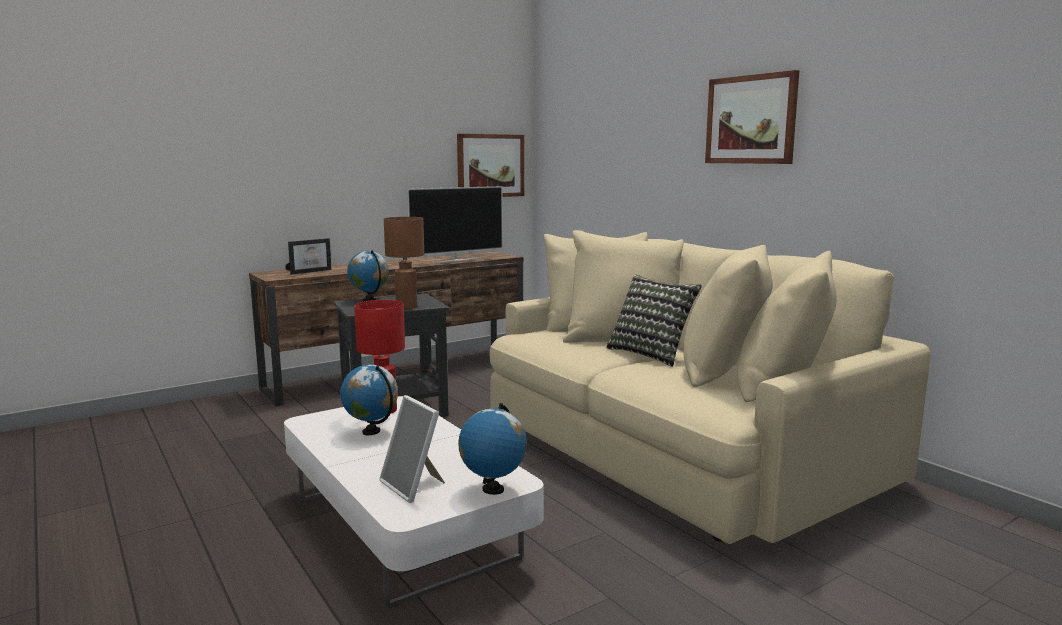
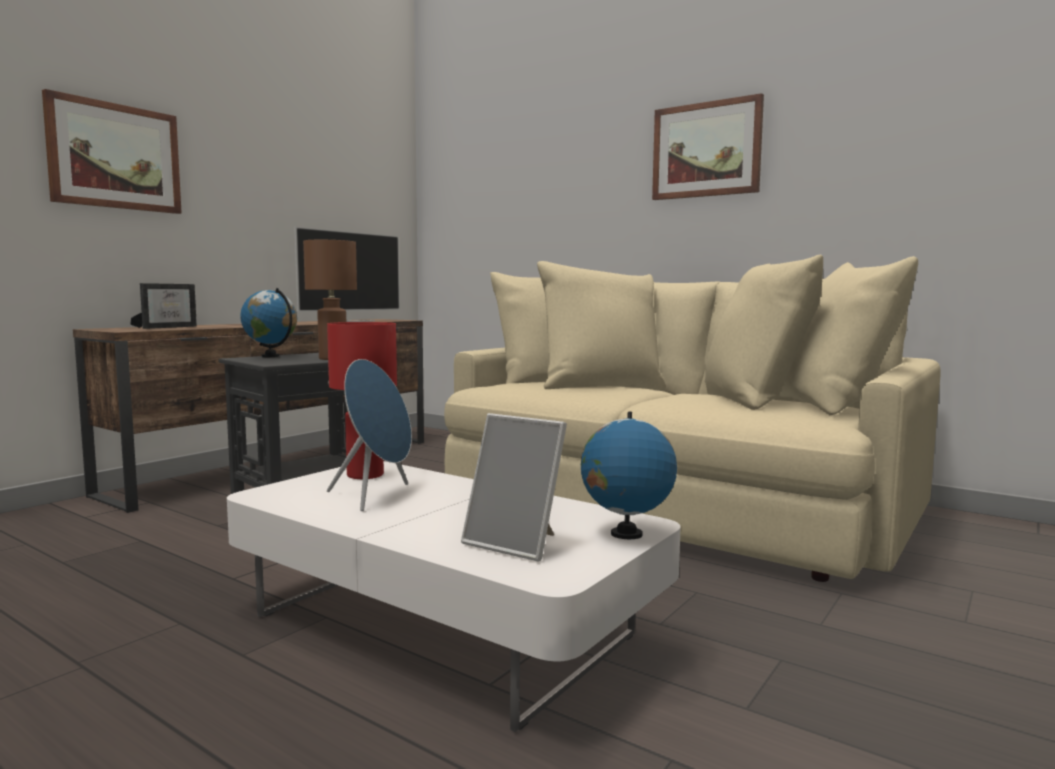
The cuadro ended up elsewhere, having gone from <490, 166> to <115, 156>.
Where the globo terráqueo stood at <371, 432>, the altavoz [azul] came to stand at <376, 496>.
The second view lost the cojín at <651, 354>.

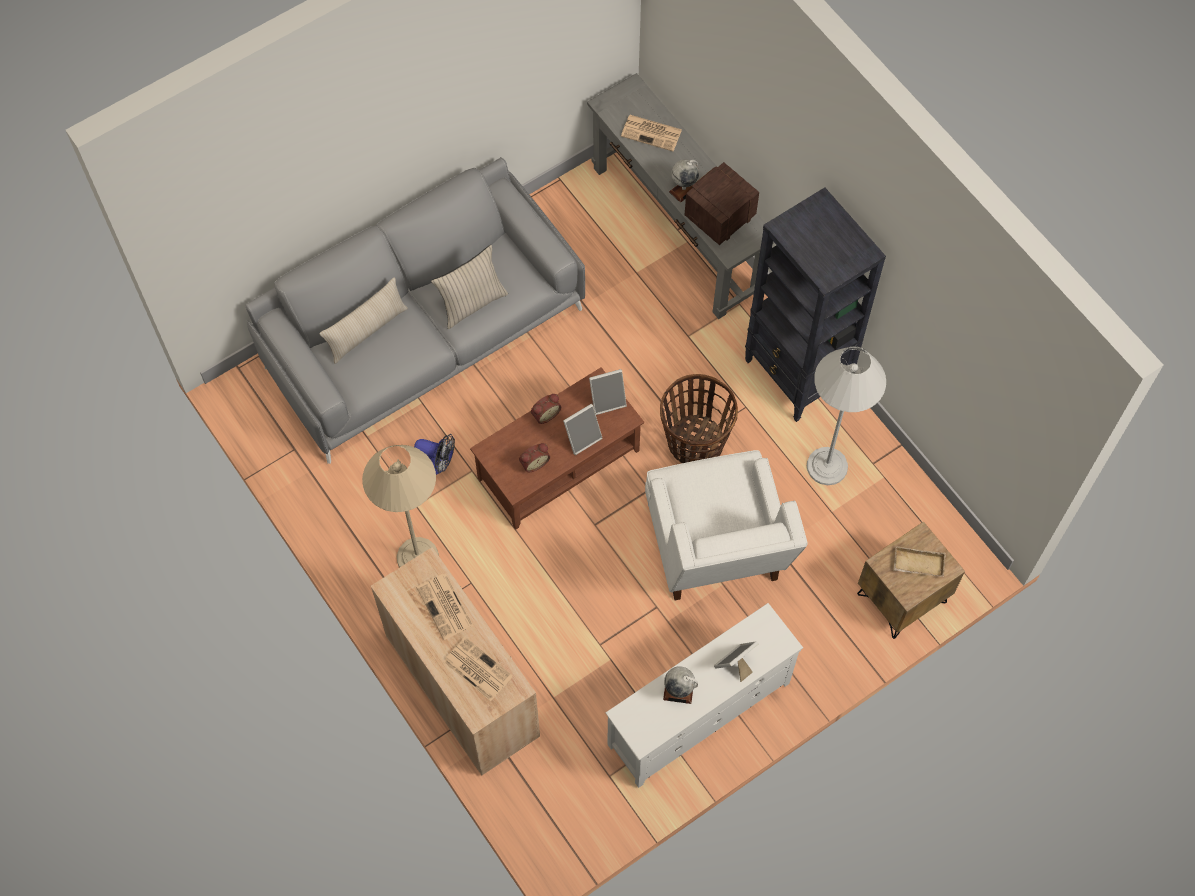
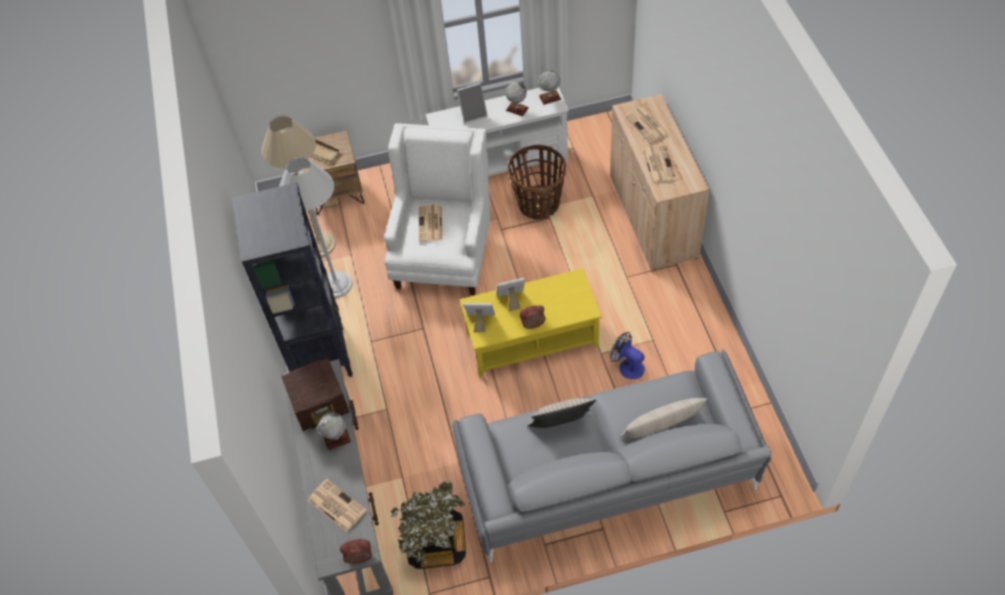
The lámpara de pie [beis] ended up elsewhere, having gone from <417, 557> to <320, 245>.
The despertador ended up elsewhere, having gone from <534, 462> to <359, 558>.
The second view gained the planta en maceta at <436, 542>.
The second view gained the periódico at <430, 224>.
What was the mesa de centro [marrón] at <558, 463> turned into the mesa de centro [amarillo] at <532, 340>.
The cesta ended up elsewhere, having gone from <695, 441> to <538, 203>.
The second view gained the globo terráqueo at <550, 97>.

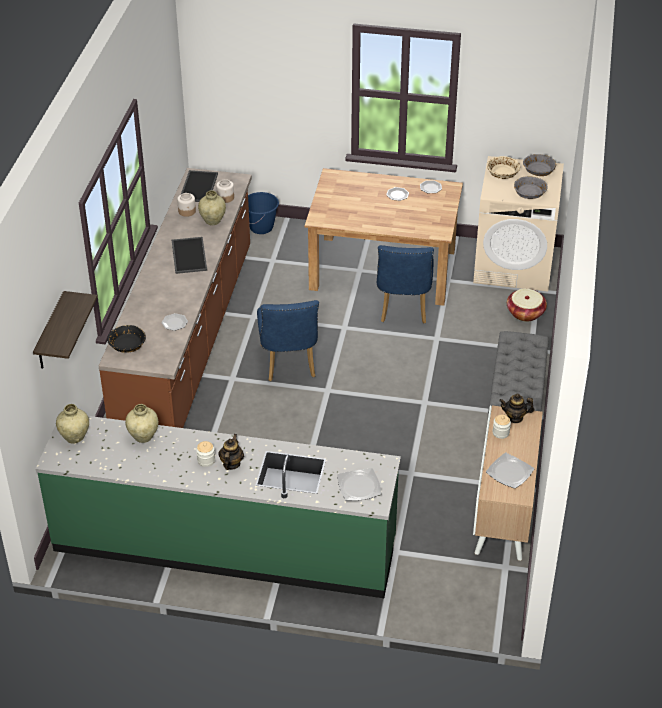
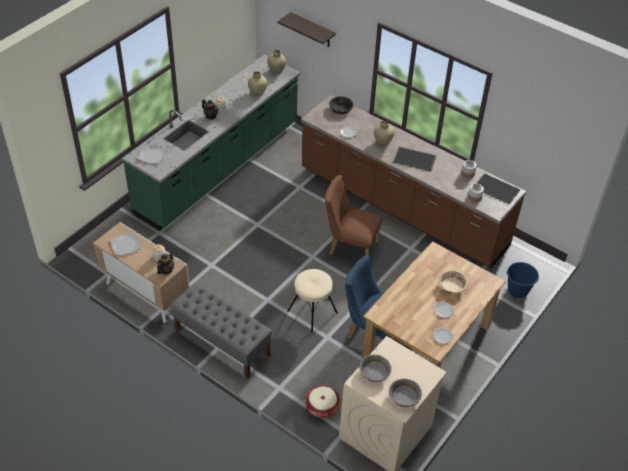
The second view gained the taburete [beis] at <312, 311>.
What was the silla [azul] at <289, 365> turned into the silla [marrón] at <349, 247>.
The florero [beis] ended up elsewhere, having gone from <213, 221> to <383, 142>.
The cuenco [beis] ended up elsewhere, having gone from <503, 173> to <451, 286>.

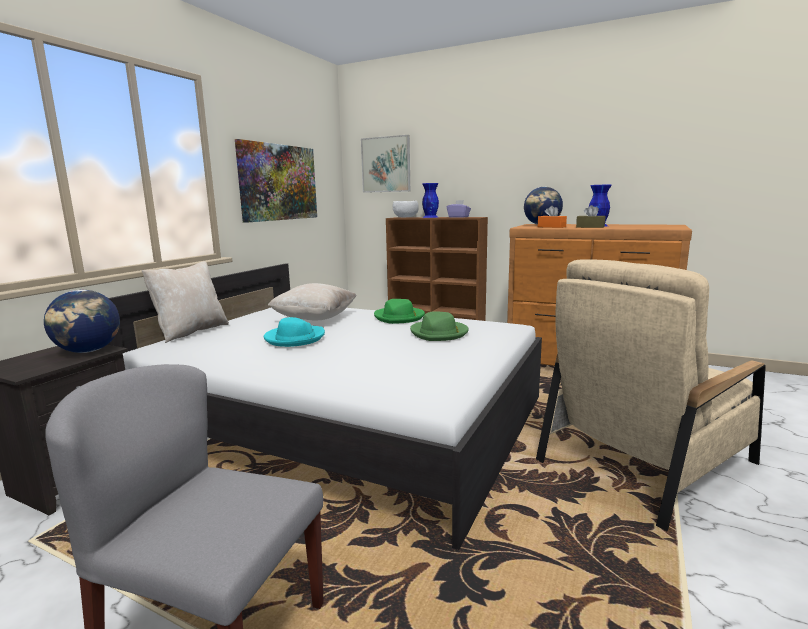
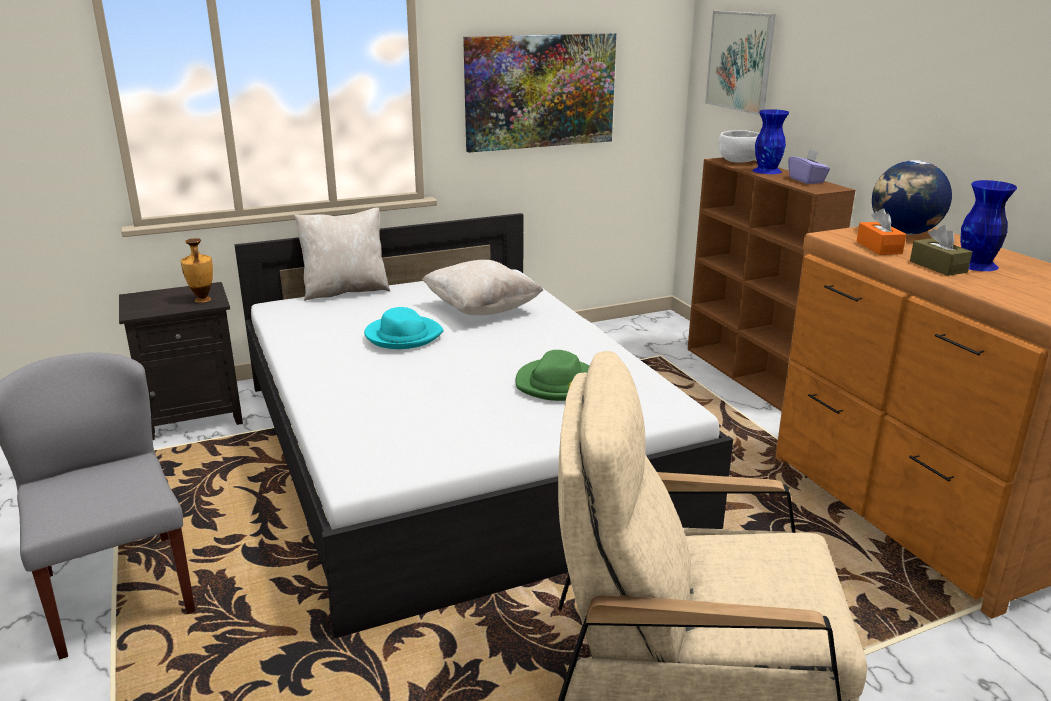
Where the globo terráqueo stood at <88, 351>, the florero came to stand at <202, 300>.
The second view lost the sombrero [verde] at <399, 317>.

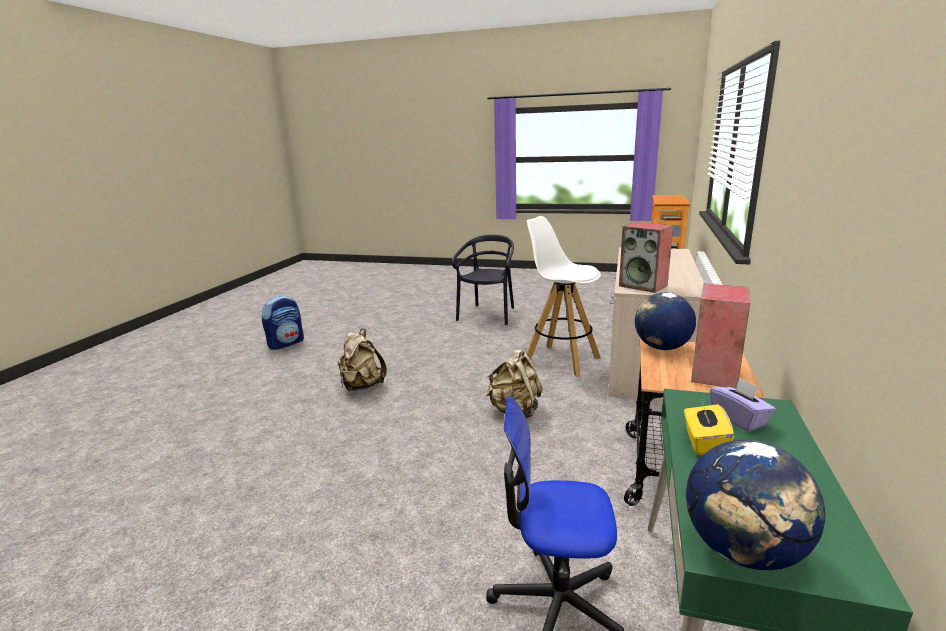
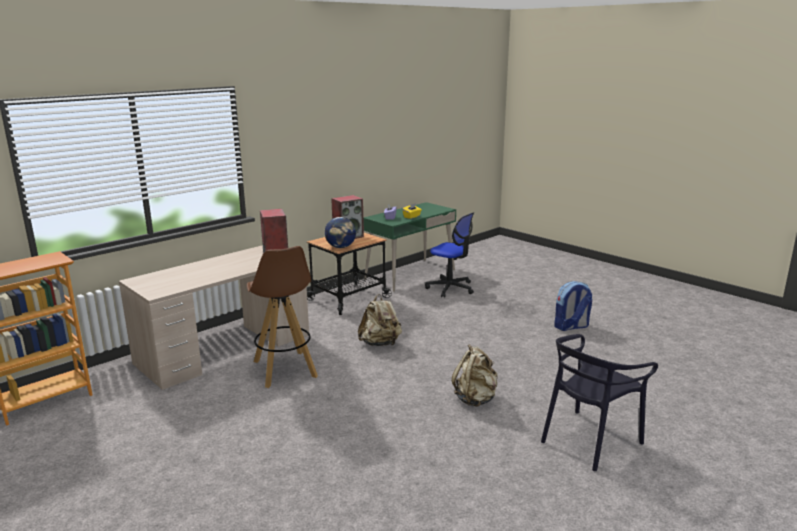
What was the taburete [blanco] at <561, 359> turned into the taburete [marrón] at <285, 369>.
The silla [negro] ended up elsewhere, having gone from <488, 315> to <589, 440>.
The mochila ended up elsewhere, having gone from <286, 343> to <571, 327>.
The second view lost the globo terráqueo at <743, 551>.

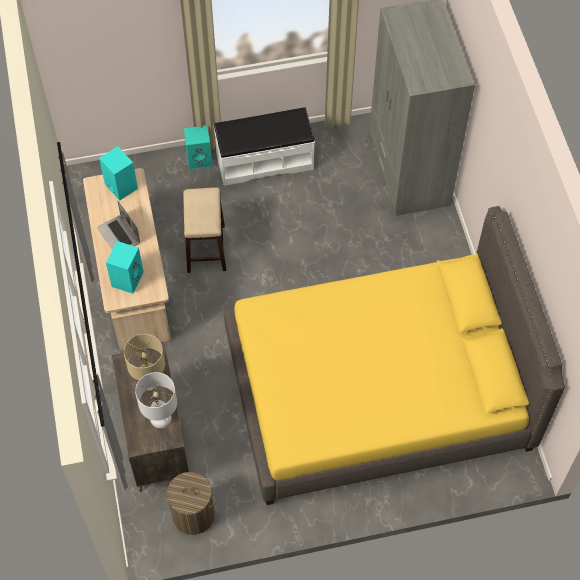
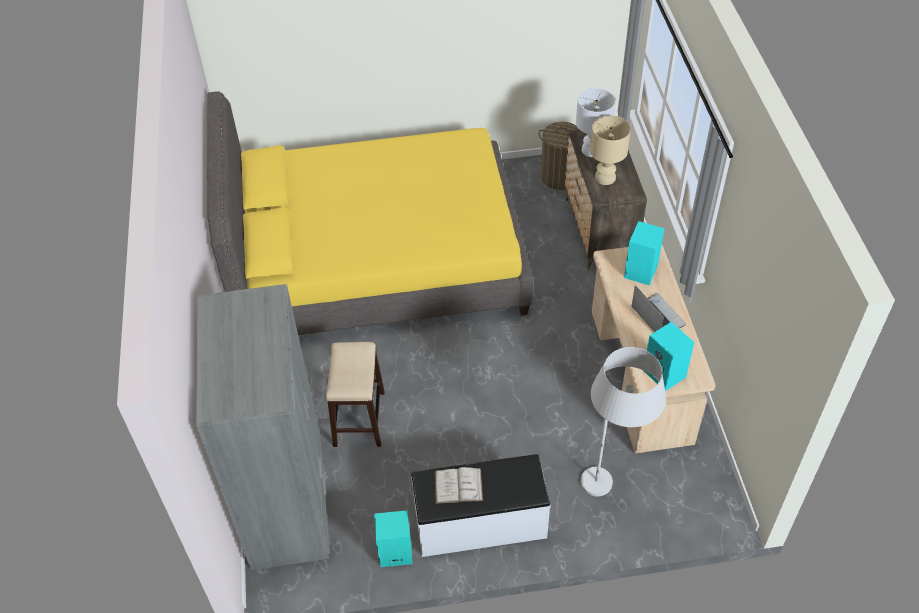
The taburete ended up elsewhere, having gone from <206, 249> to <359, 418>.
The altavoz [turquesa] ended up elsewhere, having gone from <200, 159> to <394, 553>.
The second view gained the libro [blanco] at <458, 486>.
The second view gained the lámpara de pie [blanco] at <611, 492>.

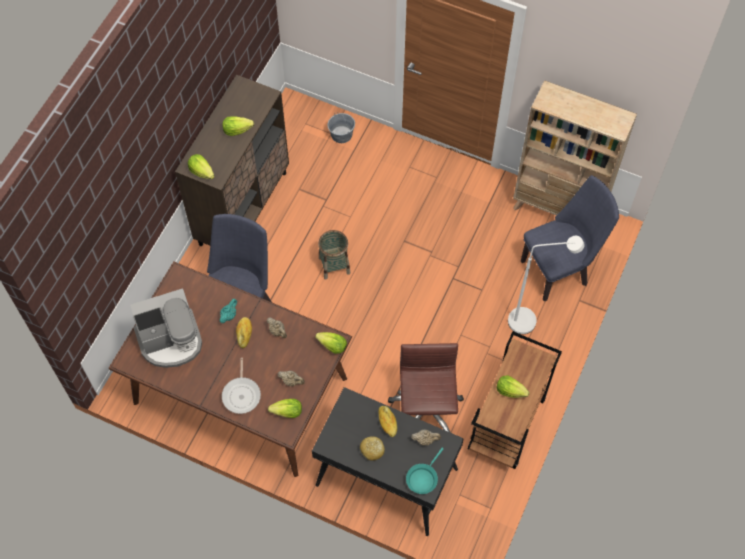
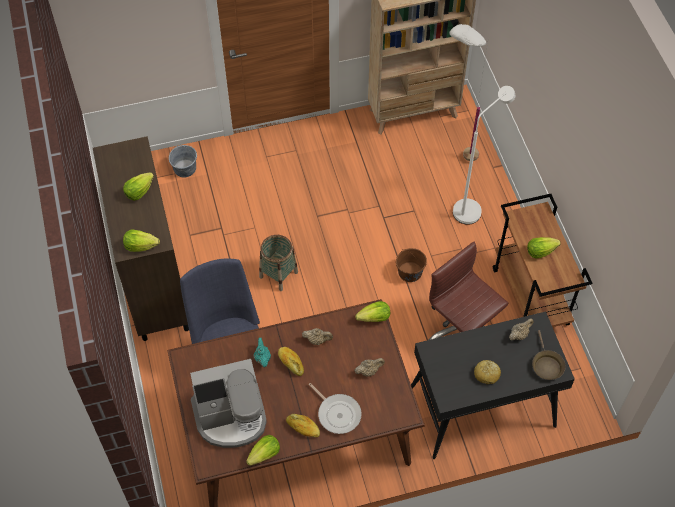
The cafetera at <171, 340> ended up facing another way, 45 degrees clockwise from before.
The lechuga ended up elsewhere, having gone from <287, 412> to <264, 454>.
The pan ended up elsewhere, having gone from <387, 422> to <303, 428>.
The second view gained the cubo [marrón] at <410, 272>.
Where the silla [azul] stood at <559, 270>, the lámpara de pie [blanco] came to stand at <456, 155>.
What was the sartén [turquesa] at <423, 478> turned into the sartén [marrón] at <546, 365>.

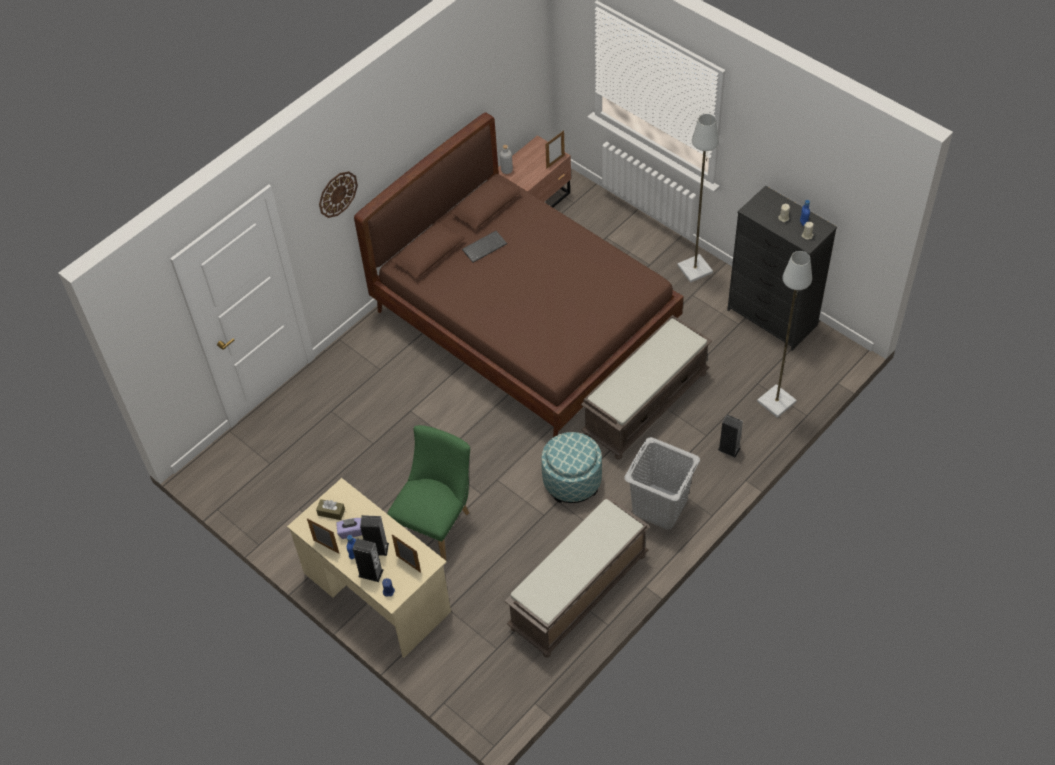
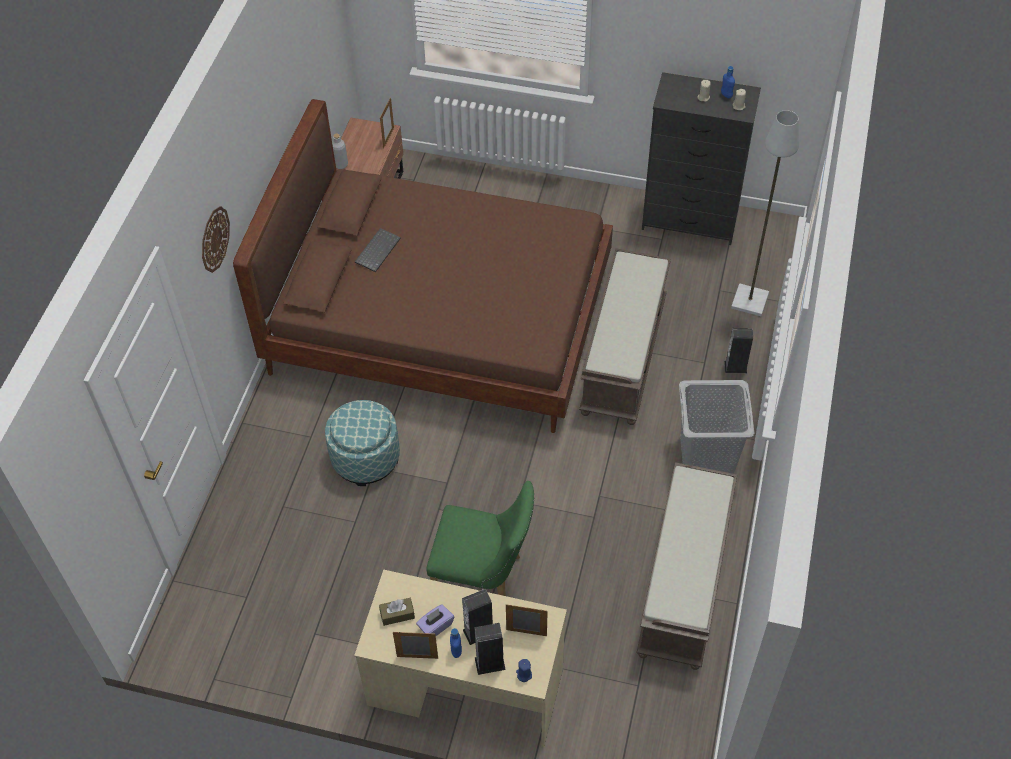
The puf ended up elsewhere, having gone from <572, 481> to <365, 458>.
The silla [verde] at <437, 523> ended up facing another way, 105 degrees clockwise from before.
The second view lost the lámpara de pie [gris] at <695, 268>.

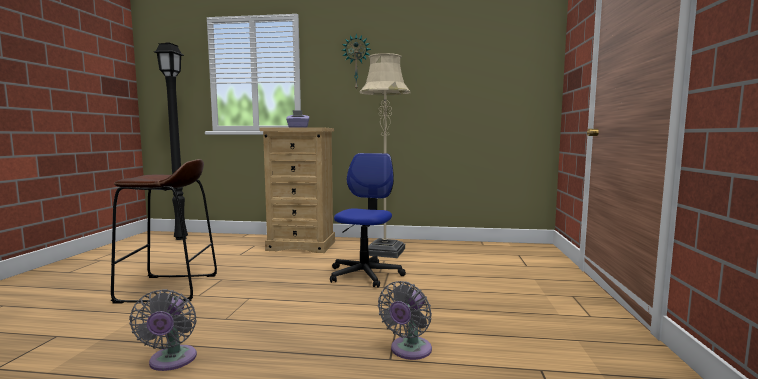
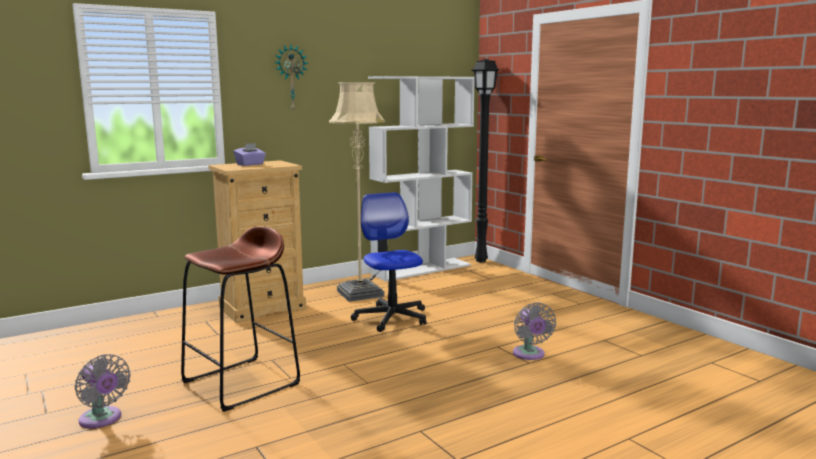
The ventilador [gris] ended up elsewhere, having gone from <171, 361> to <102, 419>.
The second view gained the estantería [blanco] at <422, 269>.
The lámpara de pie [negro] ended up elsewhere, having gone from <179, 238> to <481, 261>.

